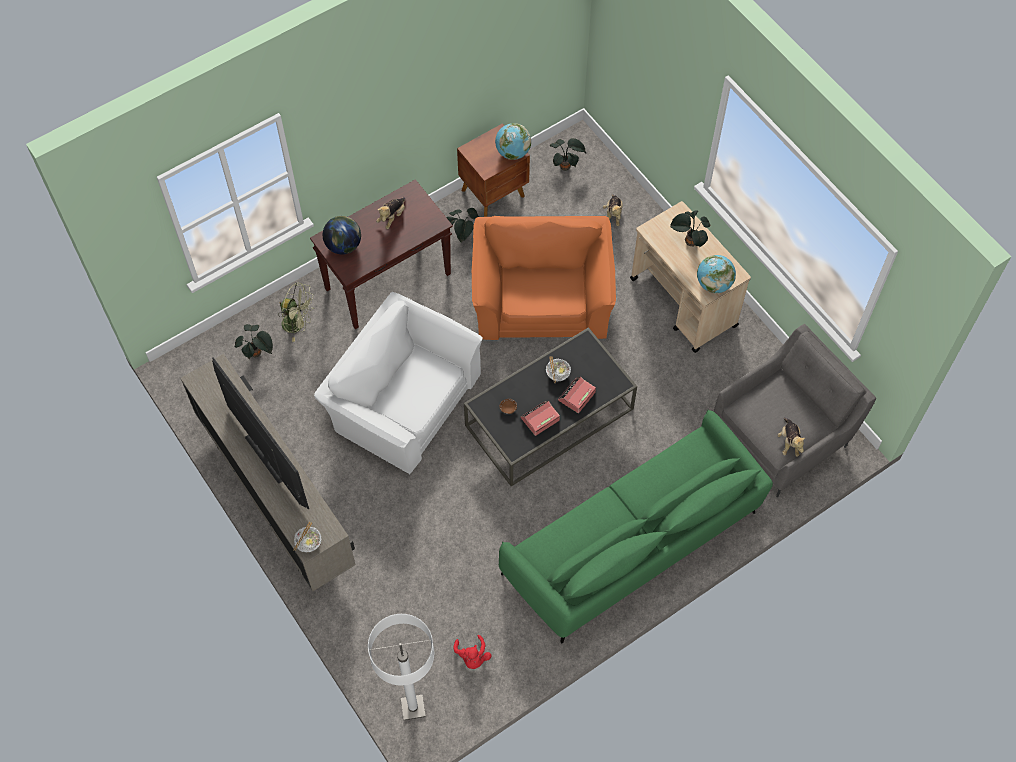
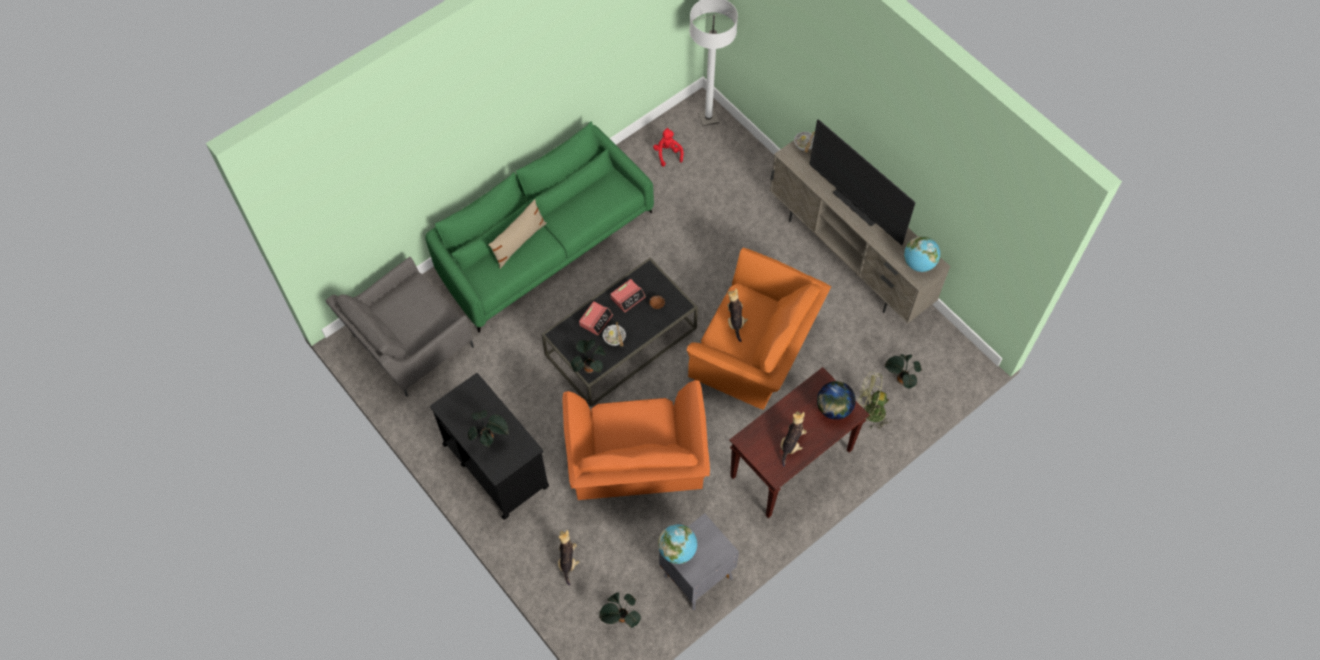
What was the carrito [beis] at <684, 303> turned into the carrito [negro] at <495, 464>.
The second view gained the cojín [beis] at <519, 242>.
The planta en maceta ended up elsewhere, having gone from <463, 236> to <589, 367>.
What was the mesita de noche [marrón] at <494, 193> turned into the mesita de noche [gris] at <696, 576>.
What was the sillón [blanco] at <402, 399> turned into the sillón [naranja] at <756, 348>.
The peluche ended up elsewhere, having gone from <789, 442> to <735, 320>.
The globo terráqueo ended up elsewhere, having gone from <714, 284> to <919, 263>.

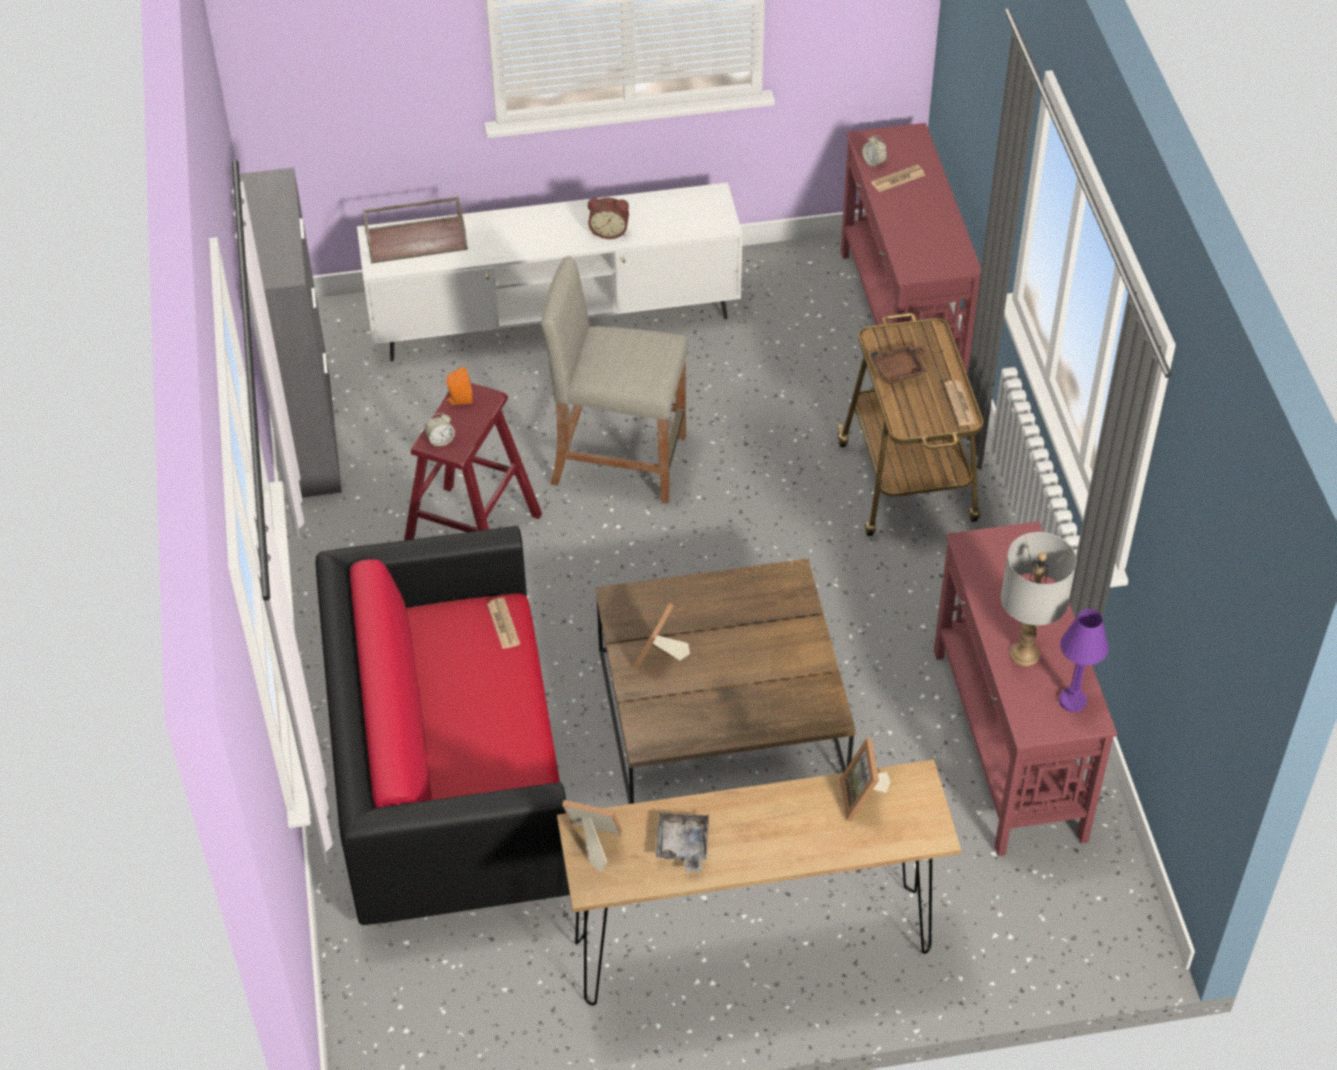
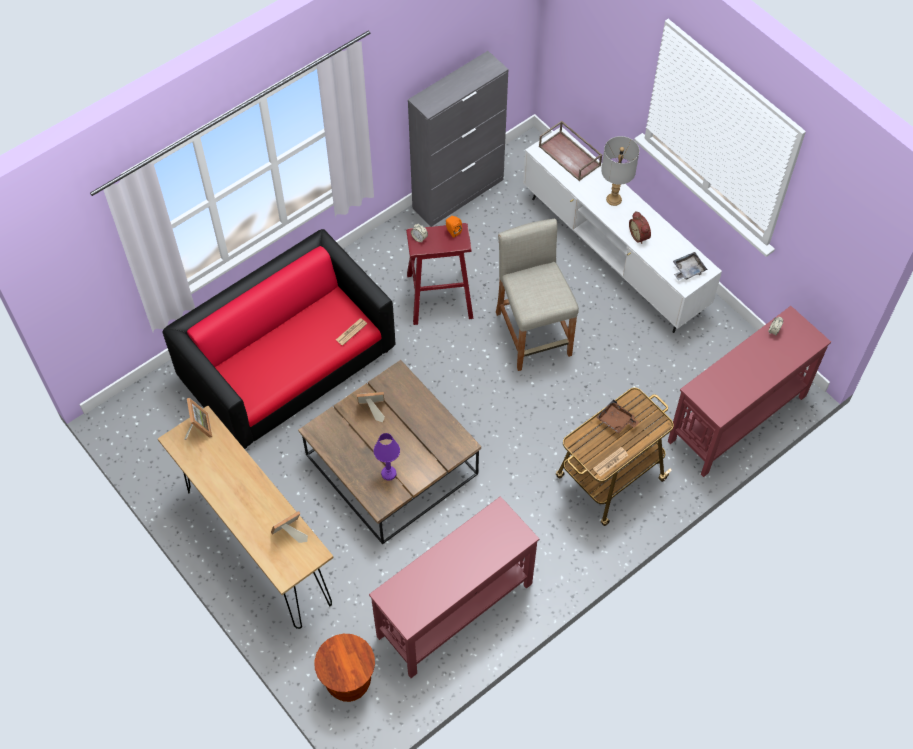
The second view gained the taburete [marrón] at <348, 682>.
The lámpara de mesa [morado] ended up elsewhere, having gone from <1072, 701> to <389, 473>.
The lámpara de mesa [gris] ended up elsewhere, having gone from <1024, 653> to <614, 199>.
The bandeja [gris] ended up elsewhere, having gone from <683, 846> to <687, 270>.
The second view lost the periódico at <898, 179>.

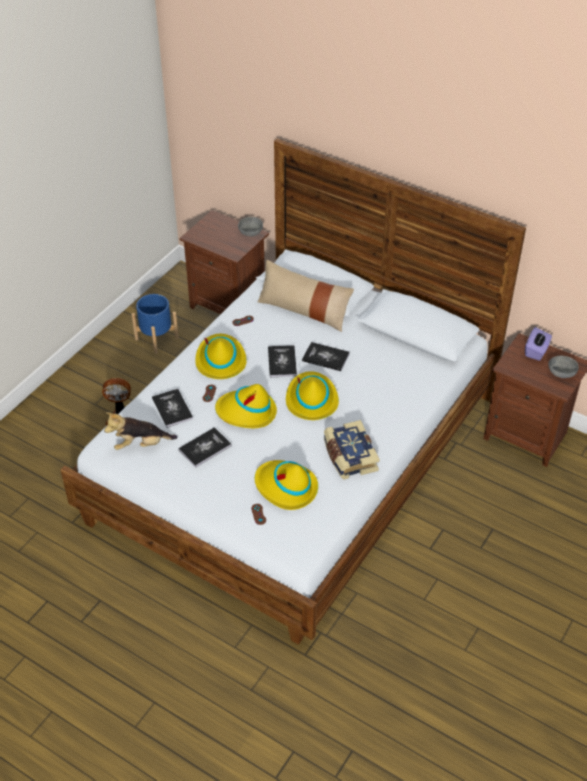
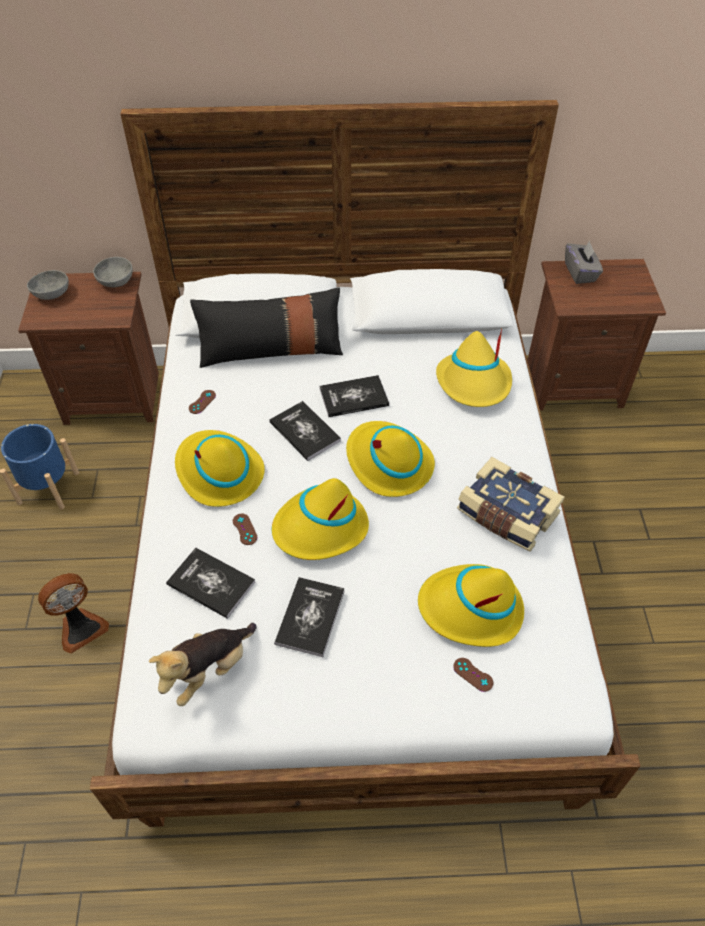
The cuenco [gris] ended up elsewhere, having gone from <561, 372> to <51, 293>.
What was the cojín [beis] at <304, 310> turned into the cojín [negro] at <271, 350>.
The second view gained the sombrero [amarillo] at <474, 383>.
What was the caja de pañuelos [morado] at <536, 351> turned into the caja de pañuelos [gris] at <580, 273>.

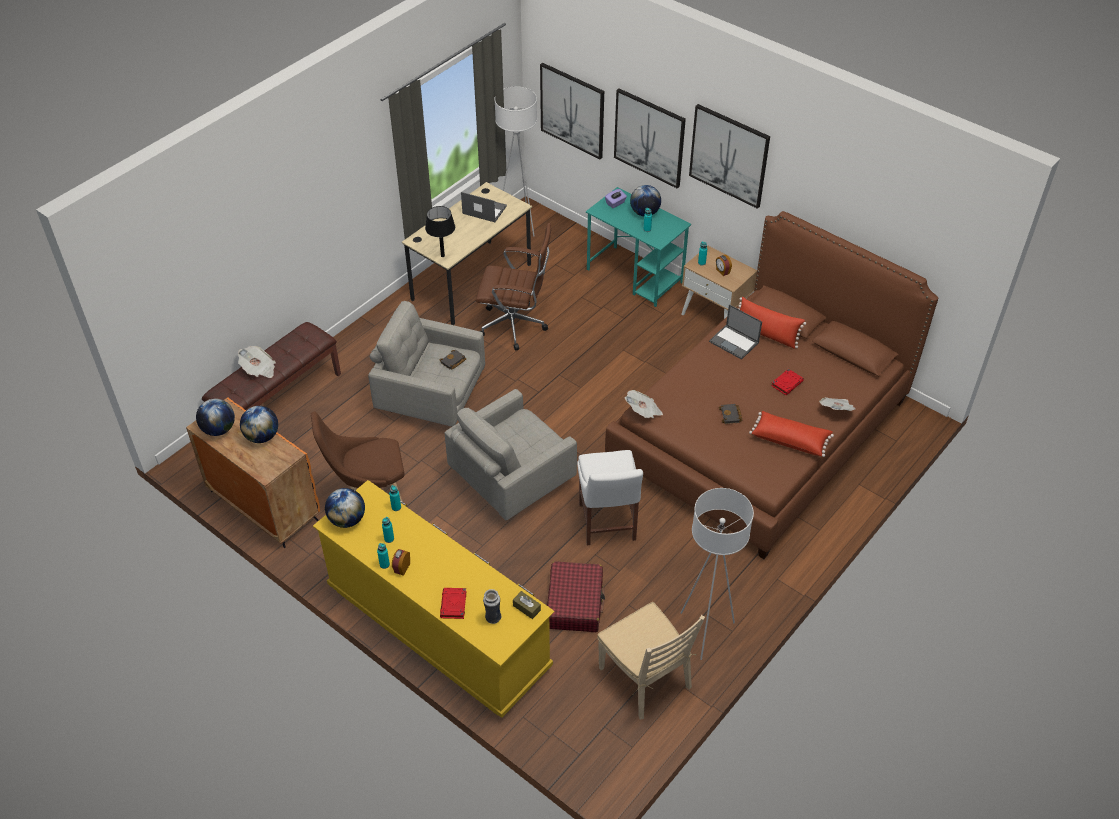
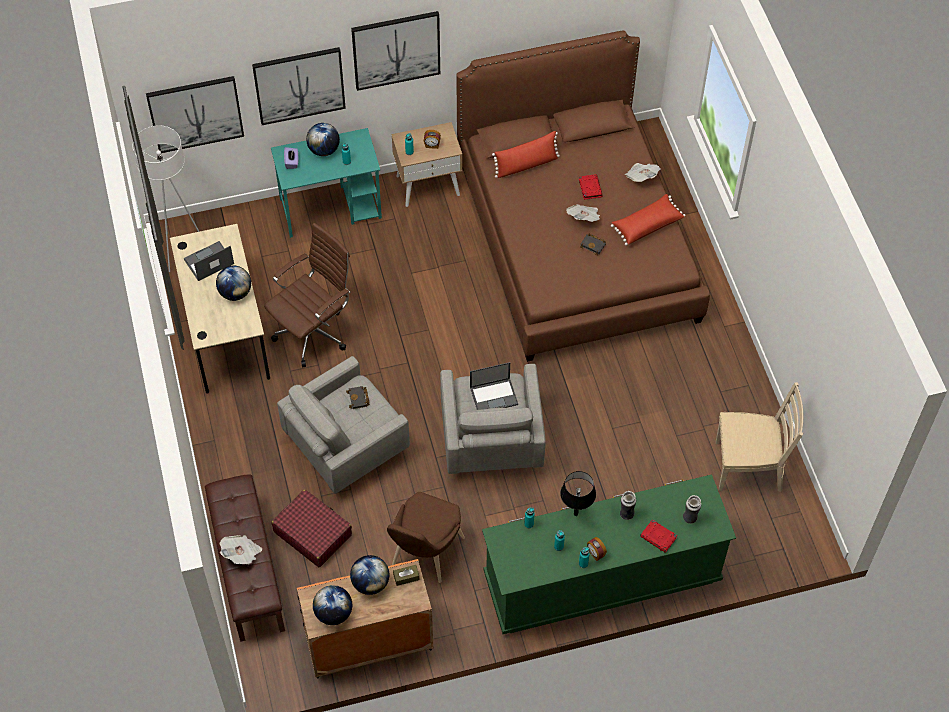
The globo terráqueo ended up elsewhere, having gone from <347, 519> to <235, 293>.
The maleta [rojo] ended up elsewhere, having gone from <575, 603> to <312, 533>.
The caja de pañuelos [marrón] ended up elsewhere, having gone from <526, 608> to <406, 577>.
The portátil ended up elsewhere, having gone from <734, 342> to <494, 395>.
What was the cómoda [amarillo] at <438, 627> turned into the cómoda [verde] at <602, 578>.
The lámpara de mesa [negro] ended up elsewhere, having gone from <442, 256> to <576, 514>.
The periódico ended up elsewhere, having gone from <643, 412> to <584, 218>.
The second view gained the florero at <626, 514>.
The second view lost the silla [blanco] at <607, 525>.
The second view lost the lámpara de pie [blanco] at <705, 632>.

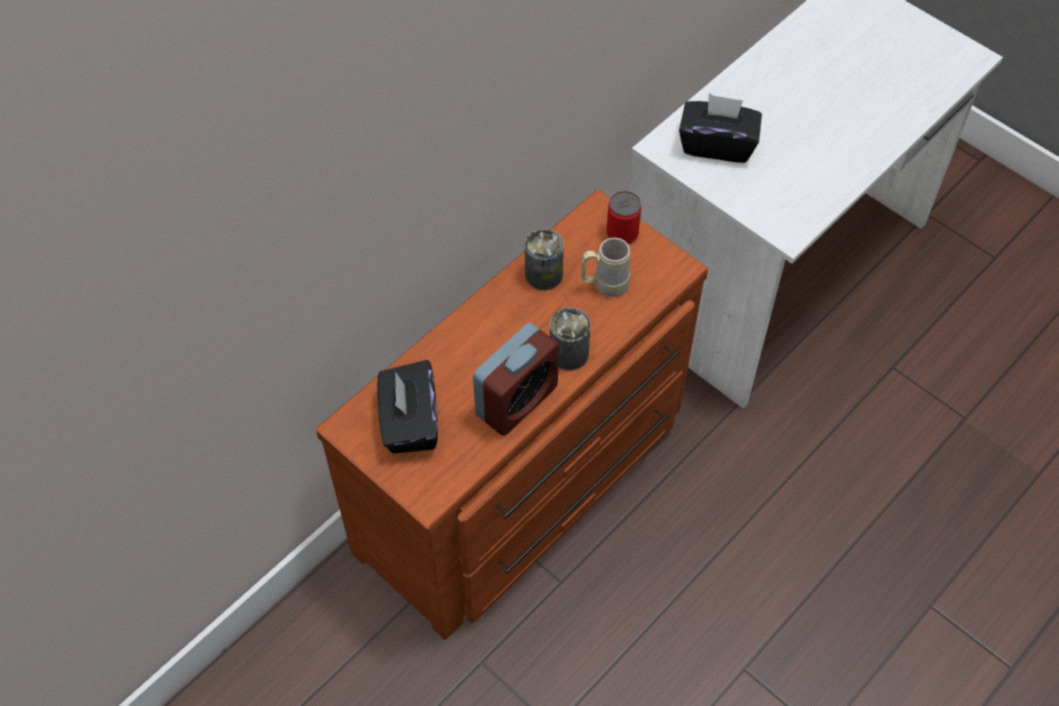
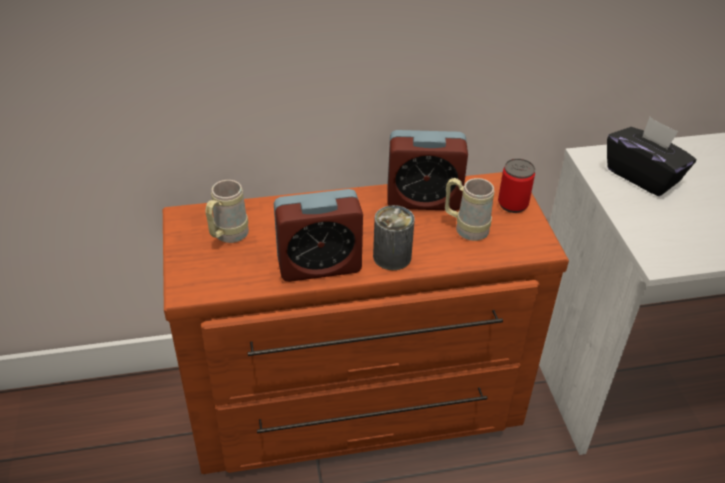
Where the caja de pañuelos [negro] stood at <409, 423>, the taza grande [beis] came to stand at <227, 237>.
Where the lata stood at <543, 274>, the despertador came to stand at <423, 200>.

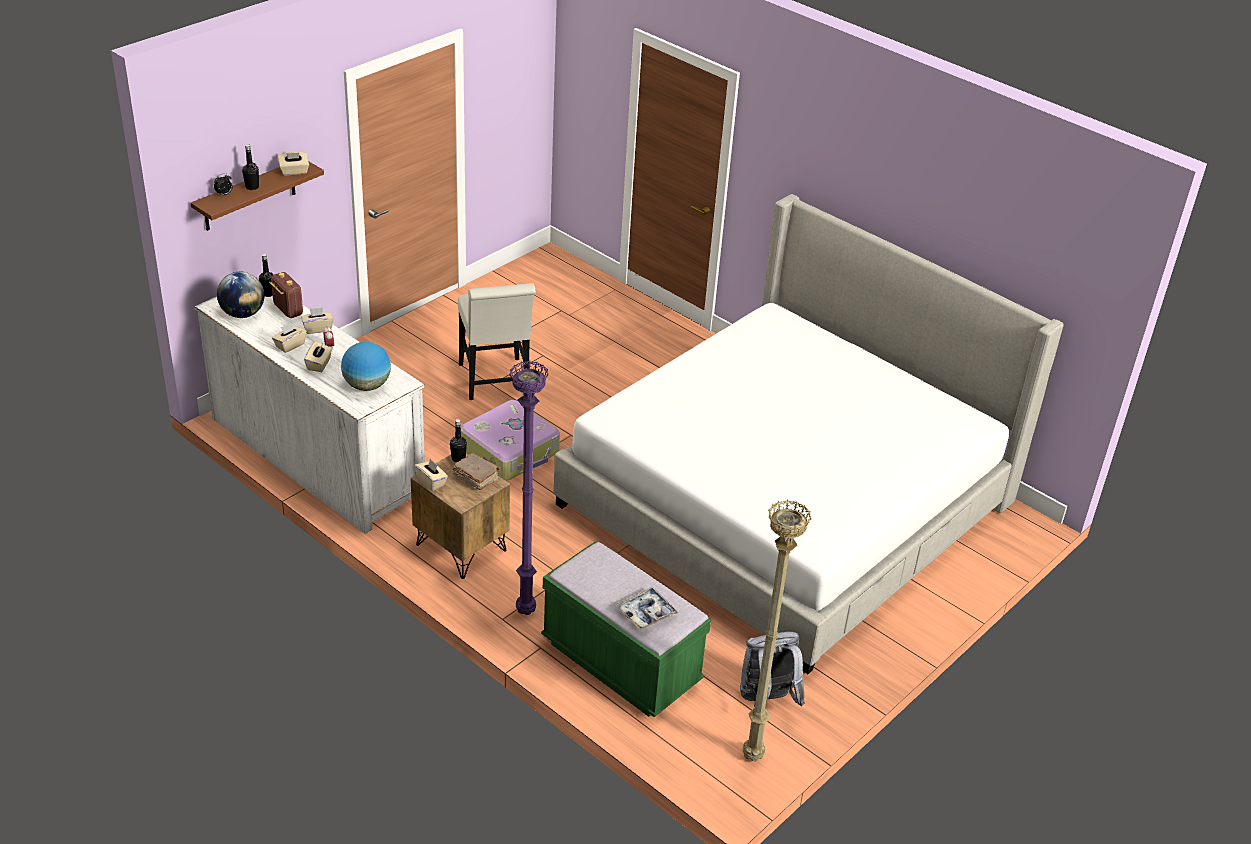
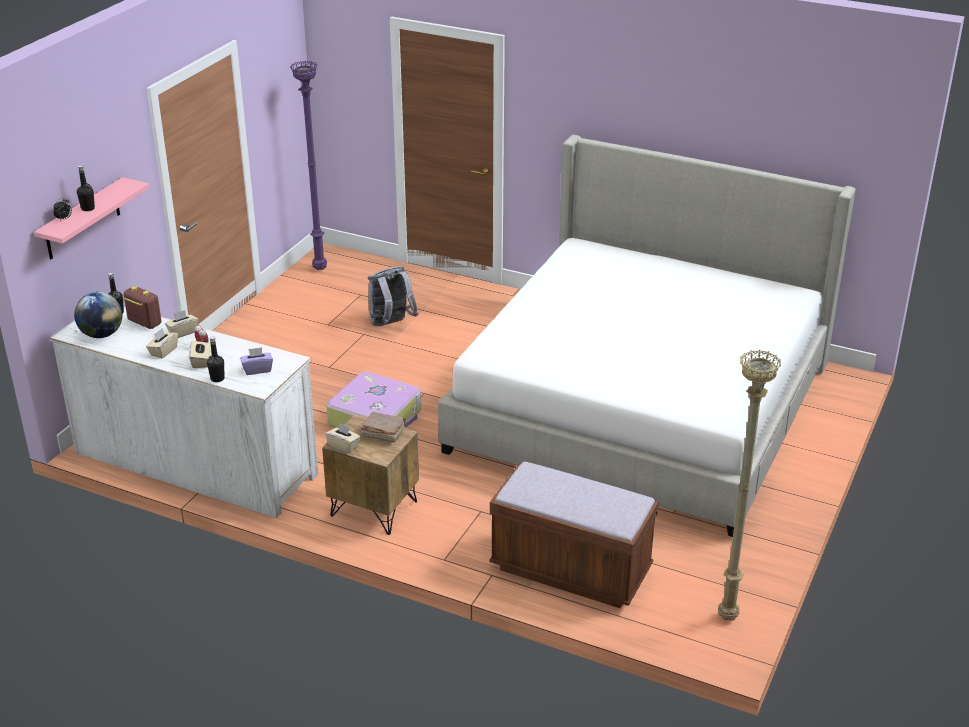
What was the estante [marrón] at <249, 195> turned into the estante [rosa] at <82, 219>.
The botella [negro] ended up elsewhere, having gone from <458, 458> to <217, 378>.
Where the globo terráqueo stood at <367, 386>, the caja de pañuelos [morado] came to stand at <257, 369>.
The lámpara de pie [morado] ended up elsewhere, having gone from <524, 611> to <318, 269>.
The mochila [gris] ended up elsewhere, having gone from <766, 700> to <391, 324>.
What was the banco [verde] at <620, 663> turned into the banco [marrón] at <570, 570>.
The second view lost the caja de pañuelos [beis] at <294, 171>.
The second view lost the silla [blanco] at <495, 382>.
The second view lost the bandeja at <646, 613>.

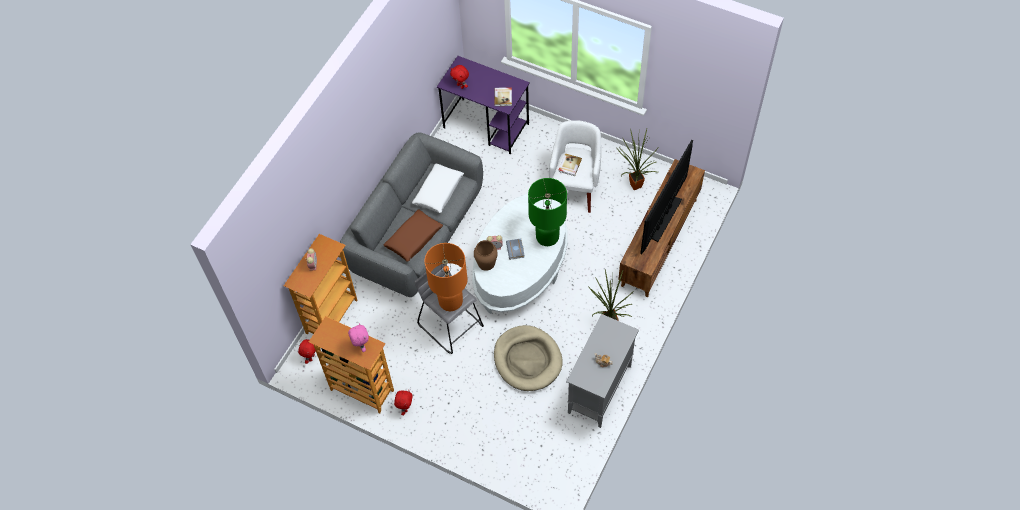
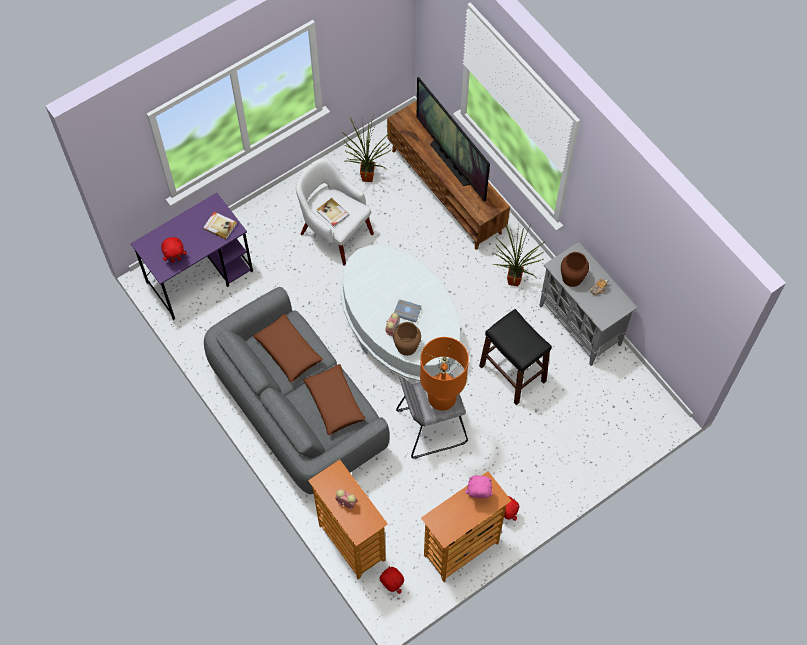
What was the cojín [blanco] at <438, 192> turned into the cojín [marrón] at <288, 351>.
Where the cama para perro [beis] stood at <527, 360>, the taburete [negro] came to stand at <512, 373>.
The second view gained the florero [marrón] at <572, 277>.
The second view lost the lámpara de mesa [verde] at <547, 237>.

